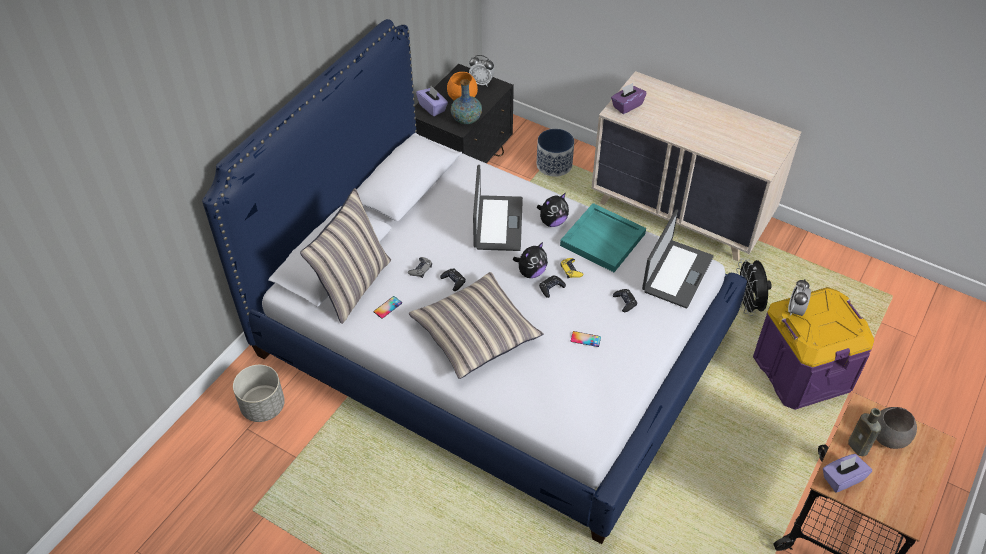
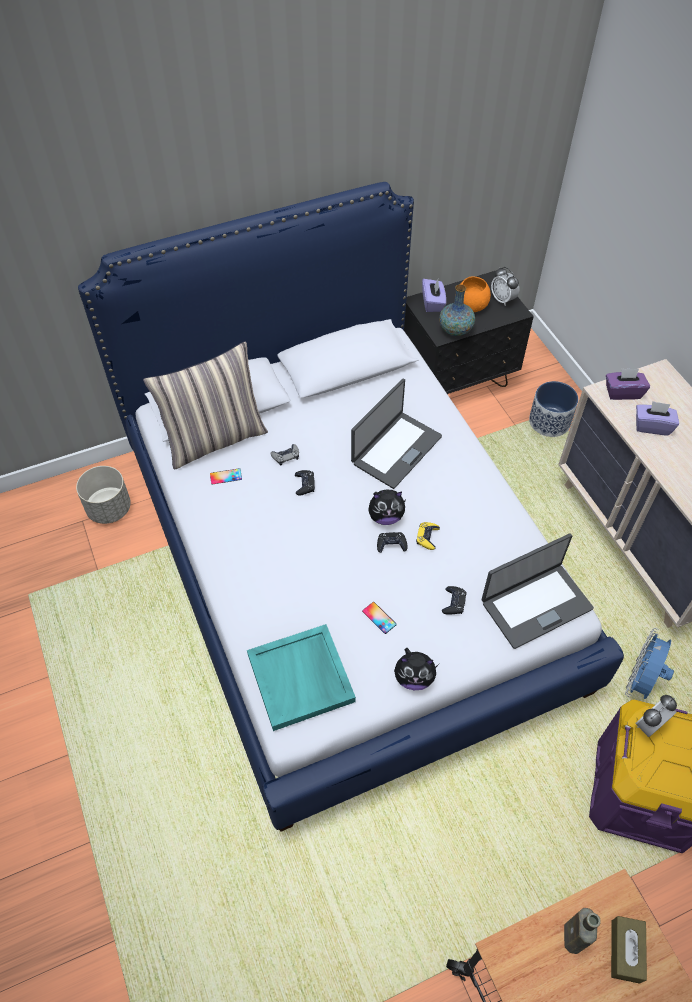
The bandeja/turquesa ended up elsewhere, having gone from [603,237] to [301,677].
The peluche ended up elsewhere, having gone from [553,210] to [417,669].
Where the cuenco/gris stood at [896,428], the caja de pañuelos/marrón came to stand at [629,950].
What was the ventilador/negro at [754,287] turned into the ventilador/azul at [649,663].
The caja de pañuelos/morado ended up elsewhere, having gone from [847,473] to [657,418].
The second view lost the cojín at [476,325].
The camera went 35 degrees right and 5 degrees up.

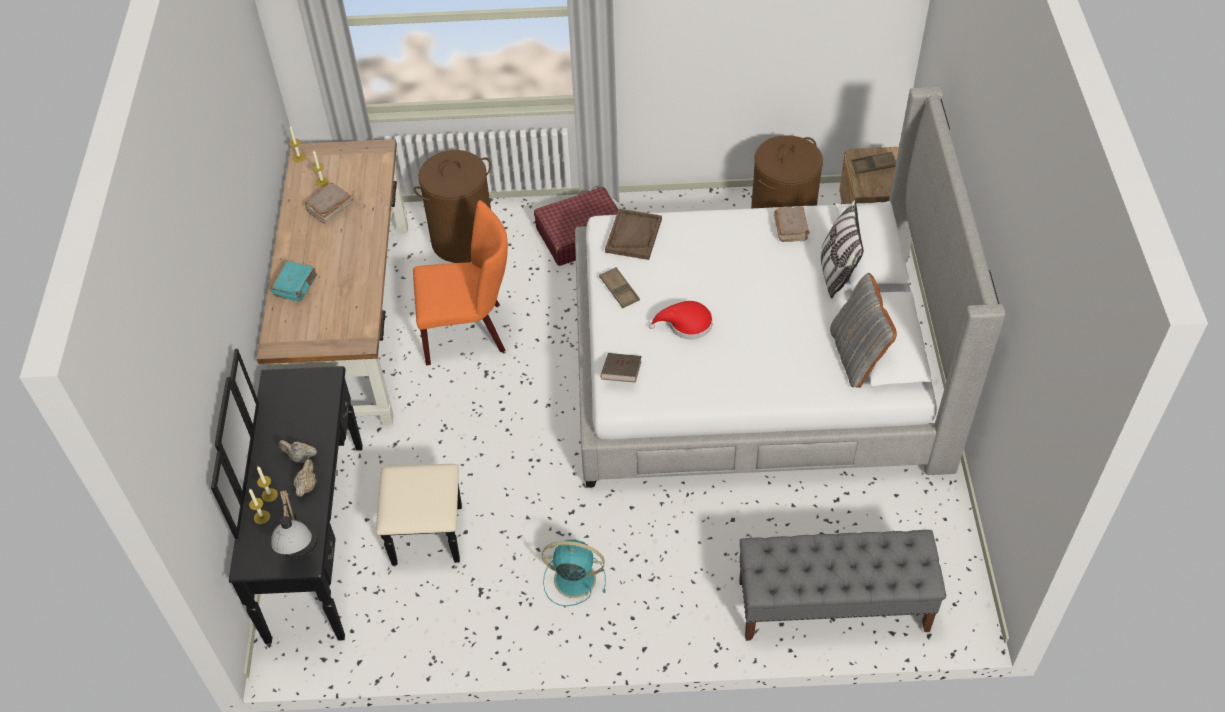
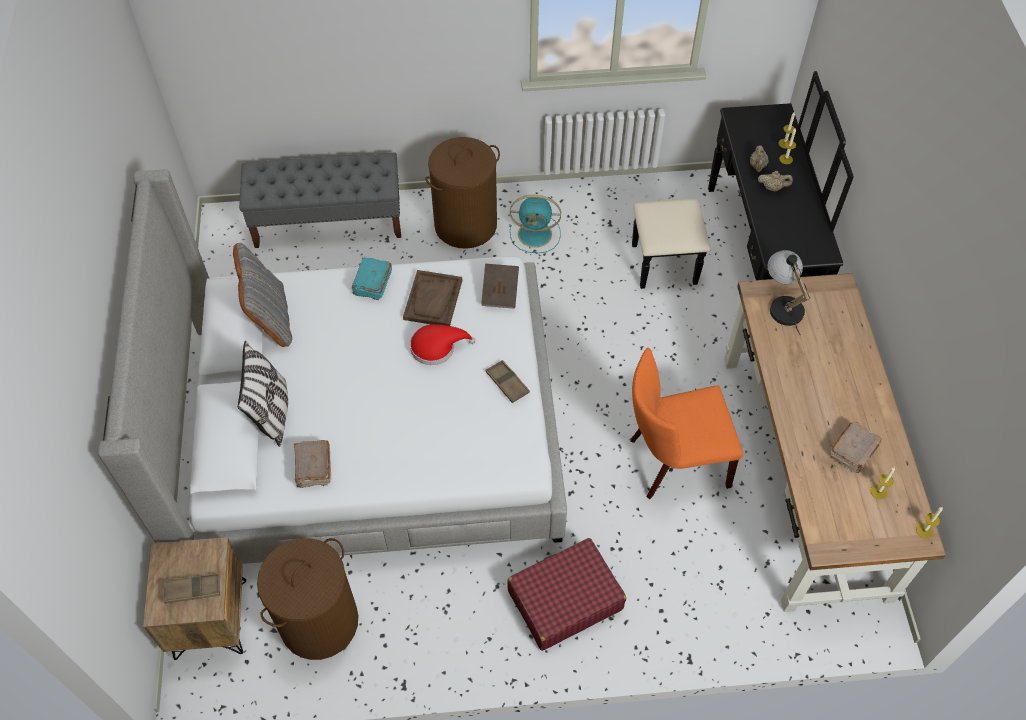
The libro/turquesa ended up elsewhere, having gone from [294,281] to [372,278].
The bandeja/marrón ended up elsewhere, having gone from [633,234] to [432,298].
The cesto de la ropa/marrón ended up elsewhere, having gone from [452,206] to [462,193].
The lámpara de mesa ended up elsewhere, having gone from [294,524] to [789,292].
The camera went 175 degrees right and 5 degrees up.

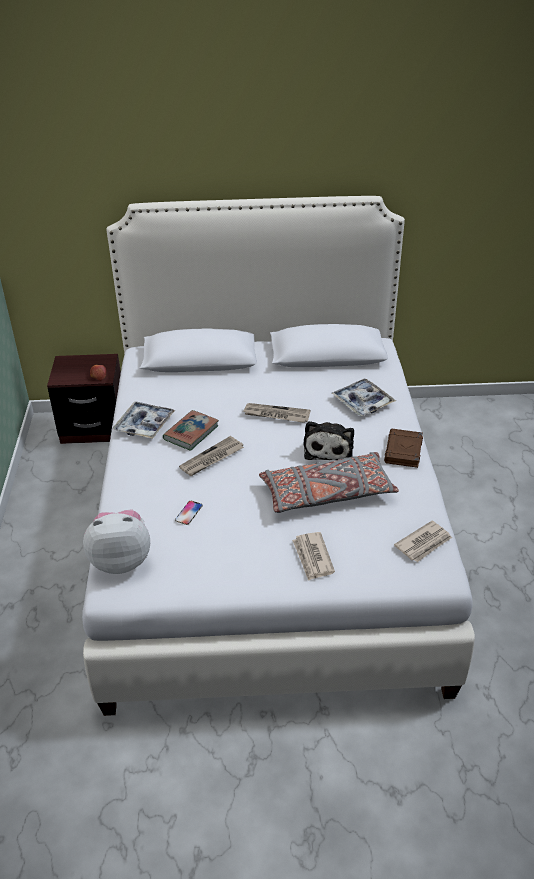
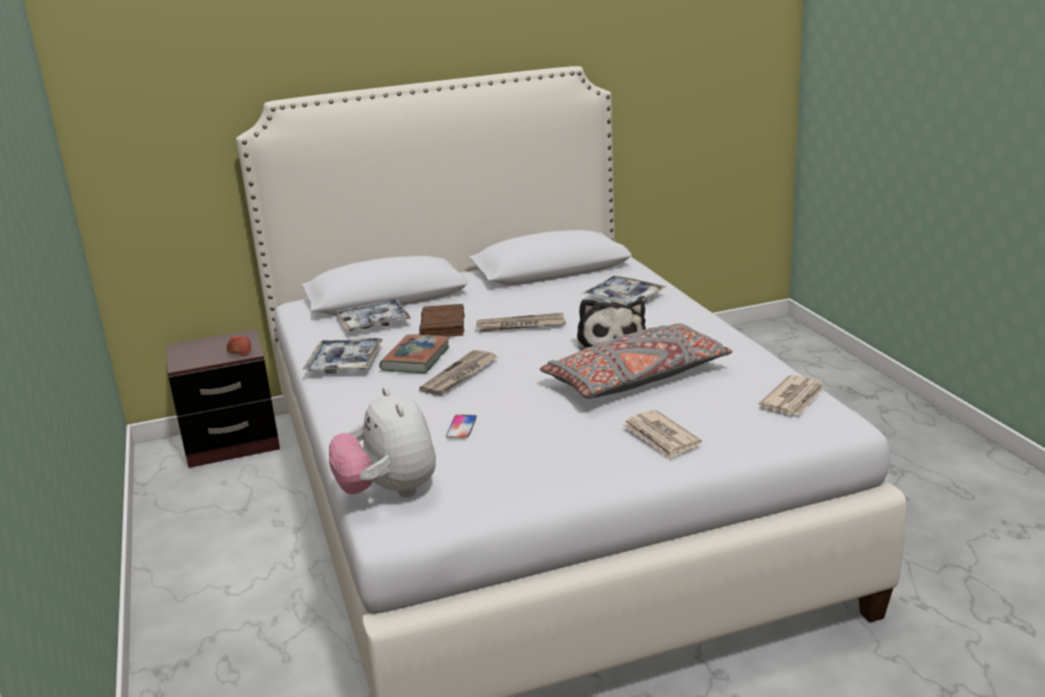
The peluche at [116,541] ended up facing another way, 90 degrees counterclockwise from before.
The second view gained the bandeja at [373,315].
The libro/marrón ended up elsewhere, having gone from [403,448] to [441,320].
The camera went 15 degrees left and 15 degrees down.

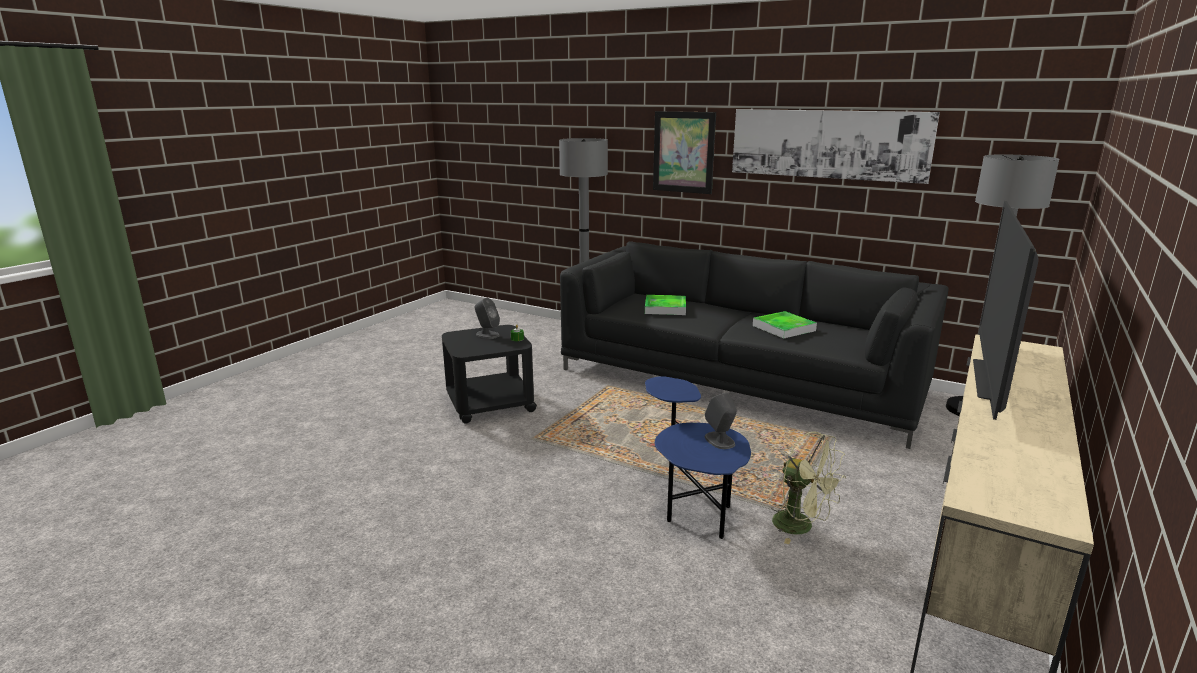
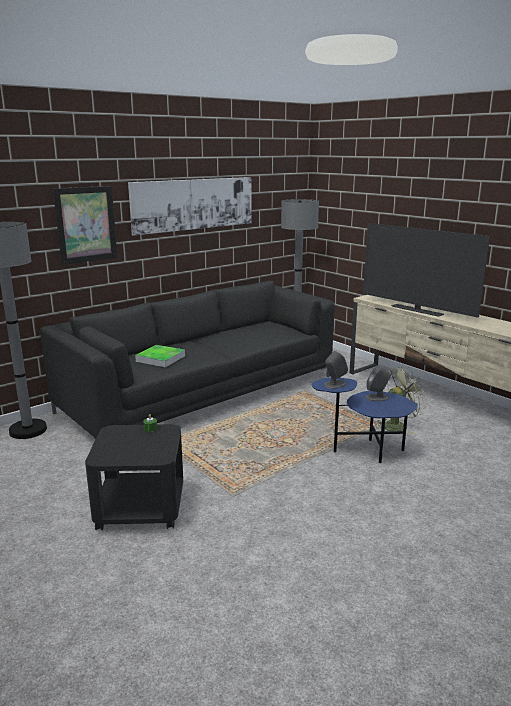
The altavoz/gris ended up elsewhere, having gone from [487,318] to [336,370].
The second view lost the bandeja at [785,325].
The camera went 70 degrees left and 0 degrees up.

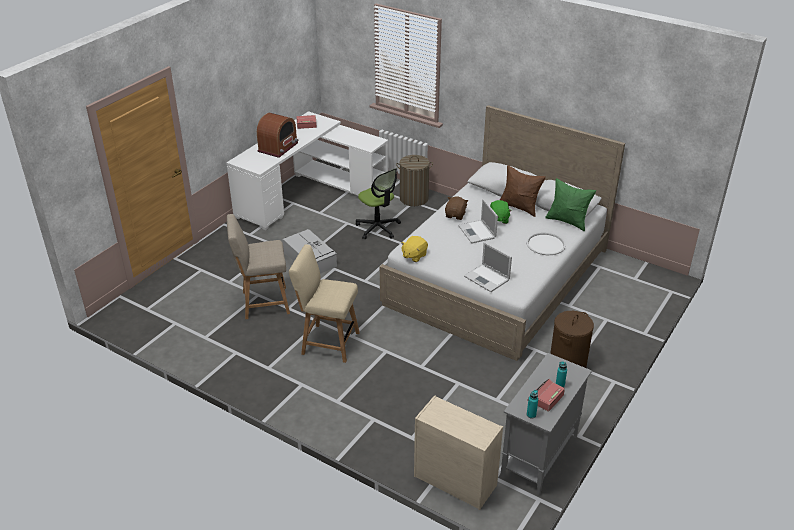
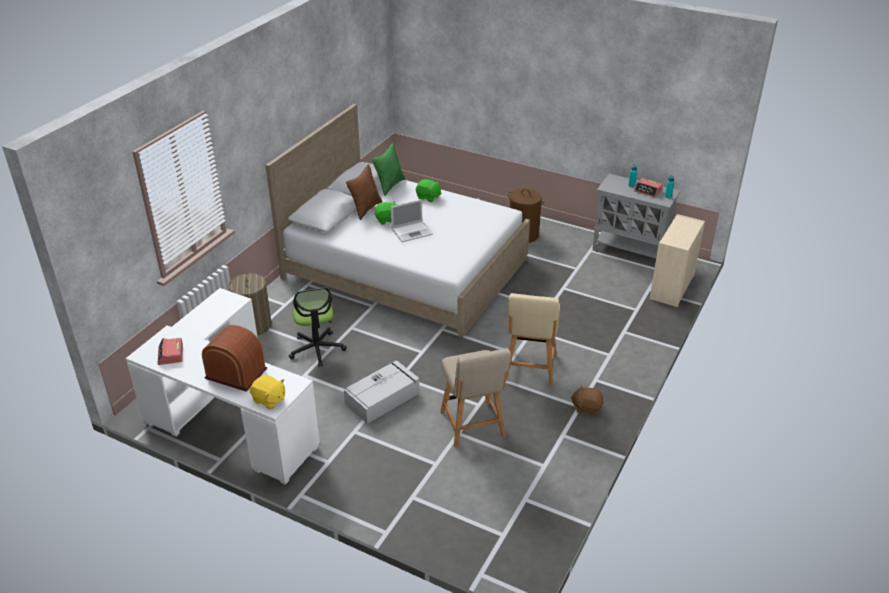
The peluche/amarillo ended up elsewhere, having gone from [414,249] to [267,392].
The silla de oficina at [378,203] ended up facing another way, 120 degrees clockwise from before.
Where the bandeja/blanco stood at [546,243], the peluche/verde came to stand at [428,190].
The peluche/marrón ended up elsewhere, having gone from [456,208] to [587,400].
The second view lost the portátil at [488,267].
The camera went 95 degrees left and 0 degrees up.

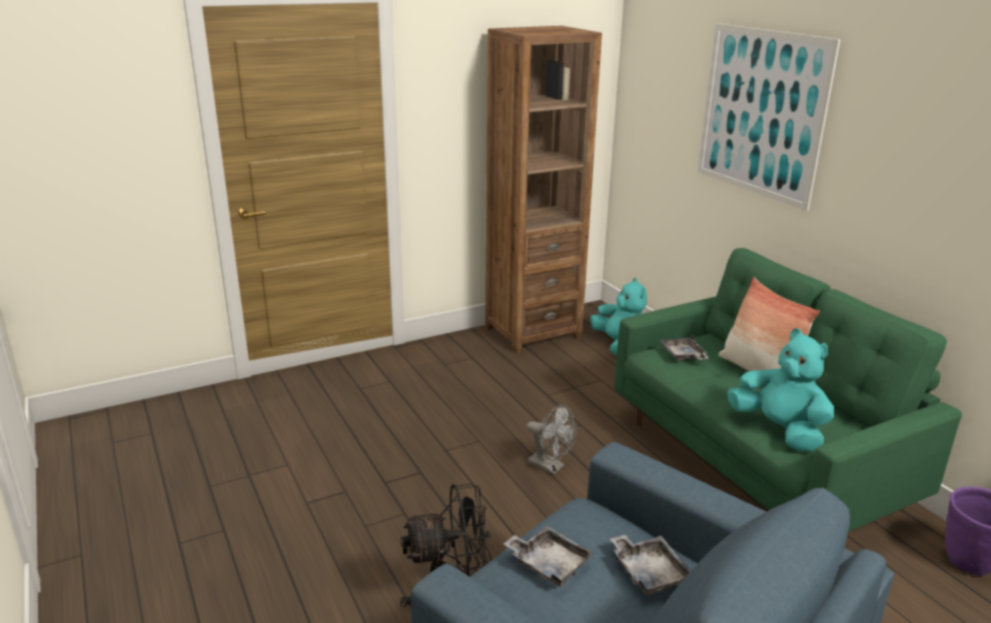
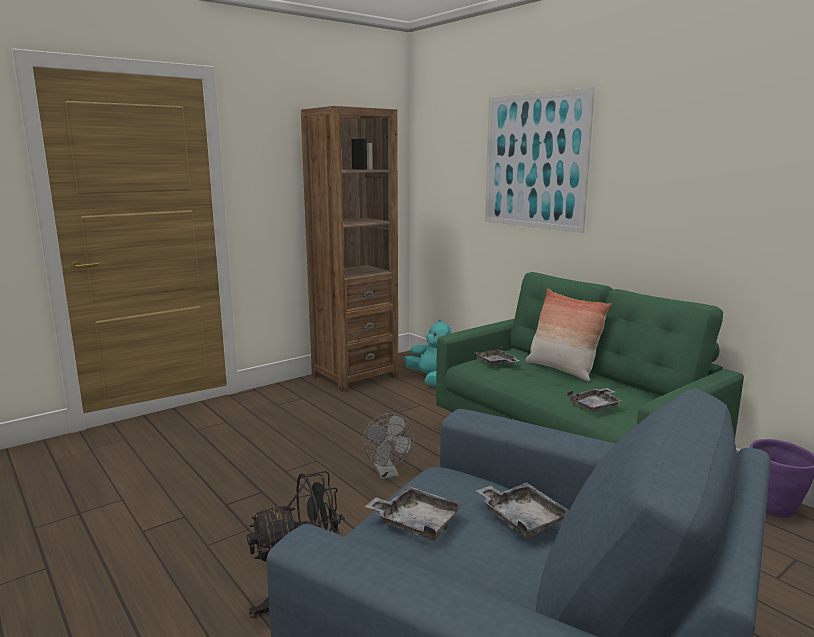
The ventilador/gris at [551,440] ended up facing another way, 45 degrees clockwise from before.
Where the peluche/turquesa stood at [780,389], the bandeja/gris came to stand at [595,400].
The camera went 10 degrees left and 10 degrees down.

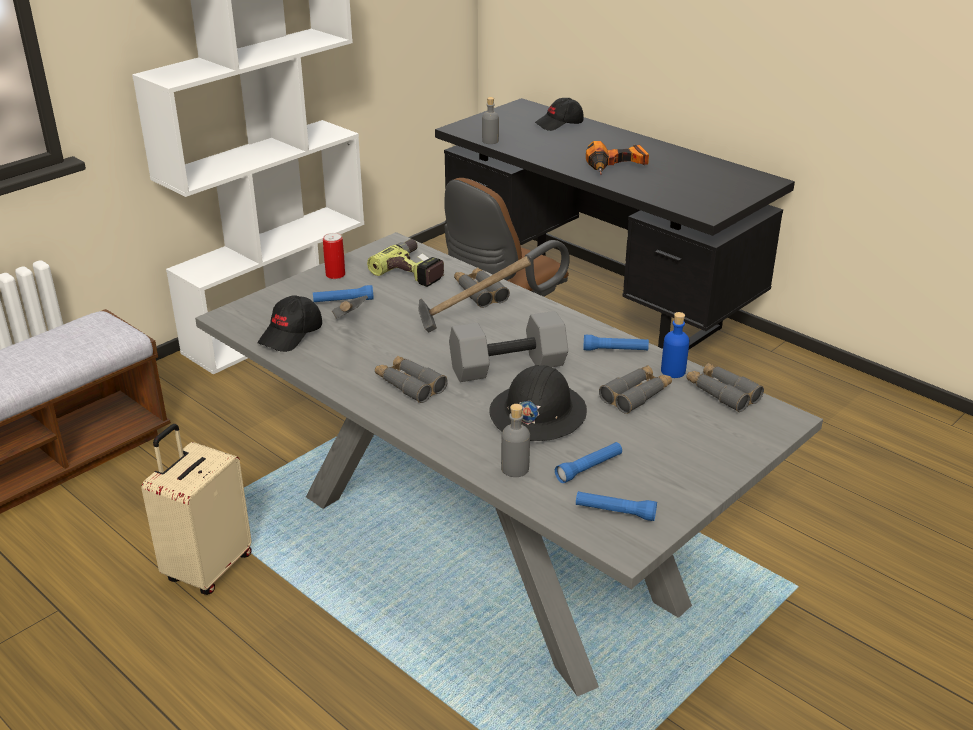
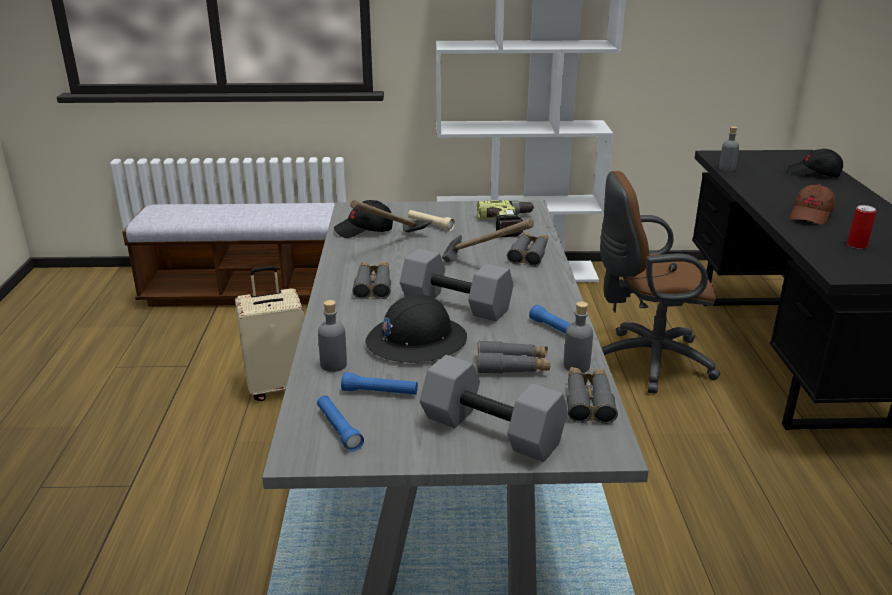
What was the linterna/azul at [343,294] turned into the linterna/beis at [431,220].
The second view gained the mancuerna/gris at [494,408].
What was the botella/azul at [675,345] turned into the botella/gris at [578,337].
Where the taladro stood at [617,158], the gorra/marrón came to stand at [812,204].
The lata ended up elsewhere, having gone from [334,256] to [861,227].
The camera went 45 degrees right and 5 degrees down.

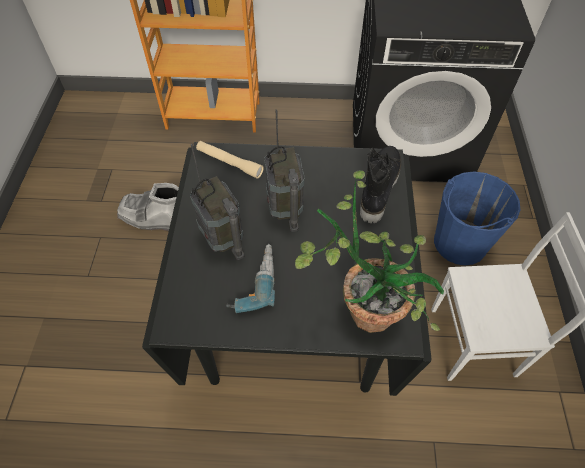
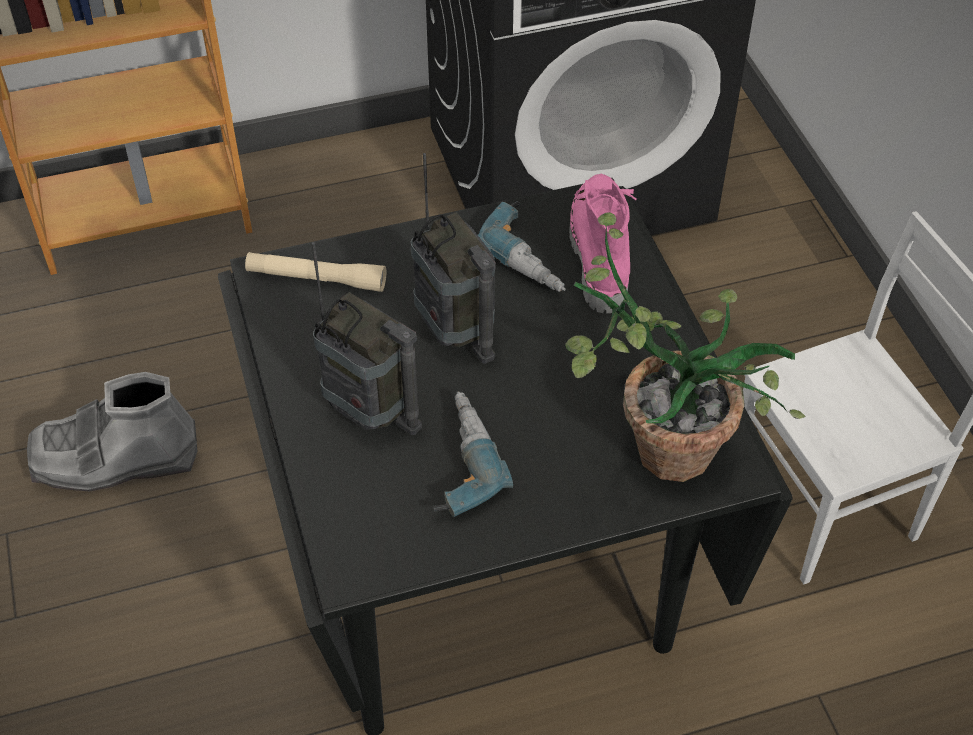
The second view gained the taladro at [522,246].
What was the bota/negro at [380,184] turned into the bota/rosa at [602,243].
The second view lost the cubo/azul at [477,218].
The camera went 20 degrees left and 5 degrees down.

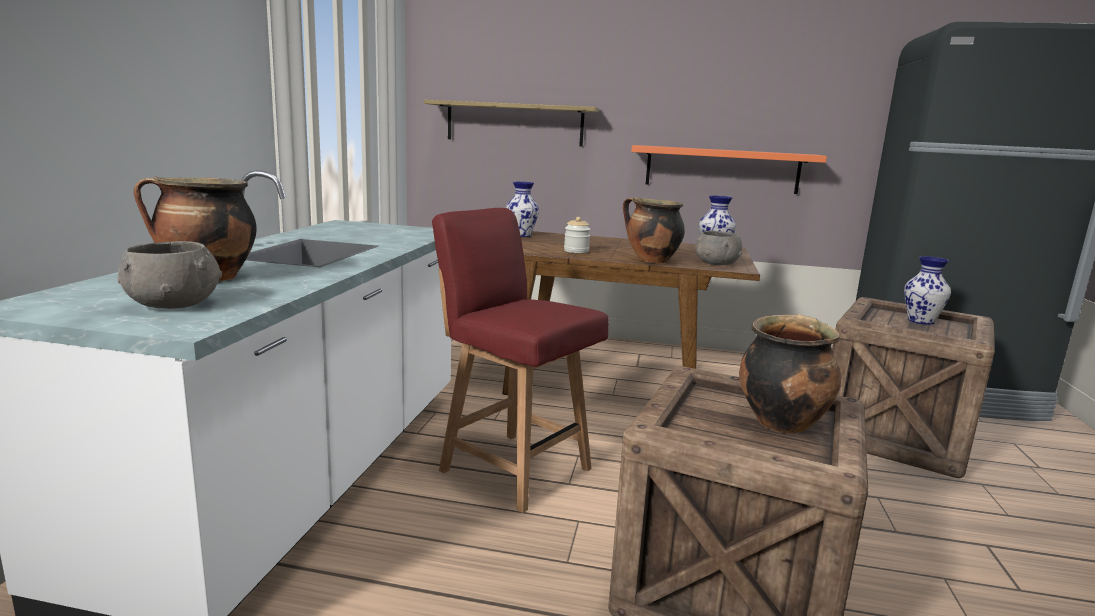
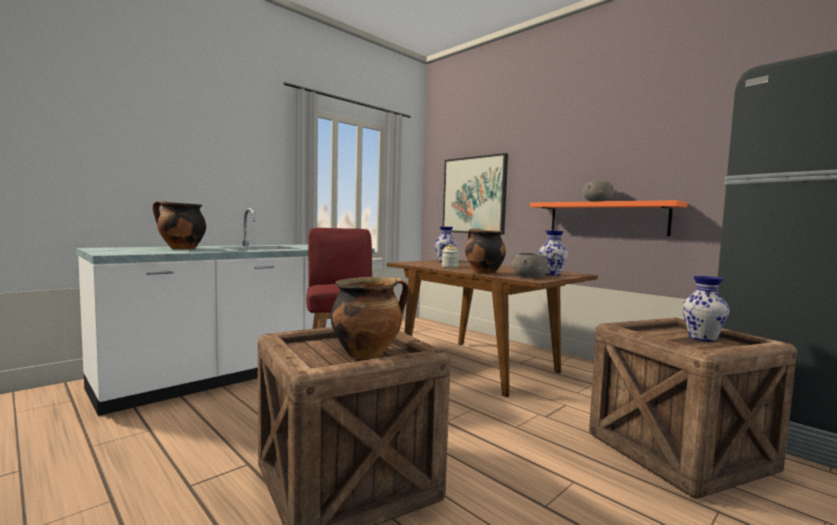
Where the estante hung at [511,123], the cuadro came to hang at [475,194].
The cuenco/gris ended up elsewhere, having gone from [169,275] to [598,191].
The camera went 35 degrees right and 10 degrees down.

